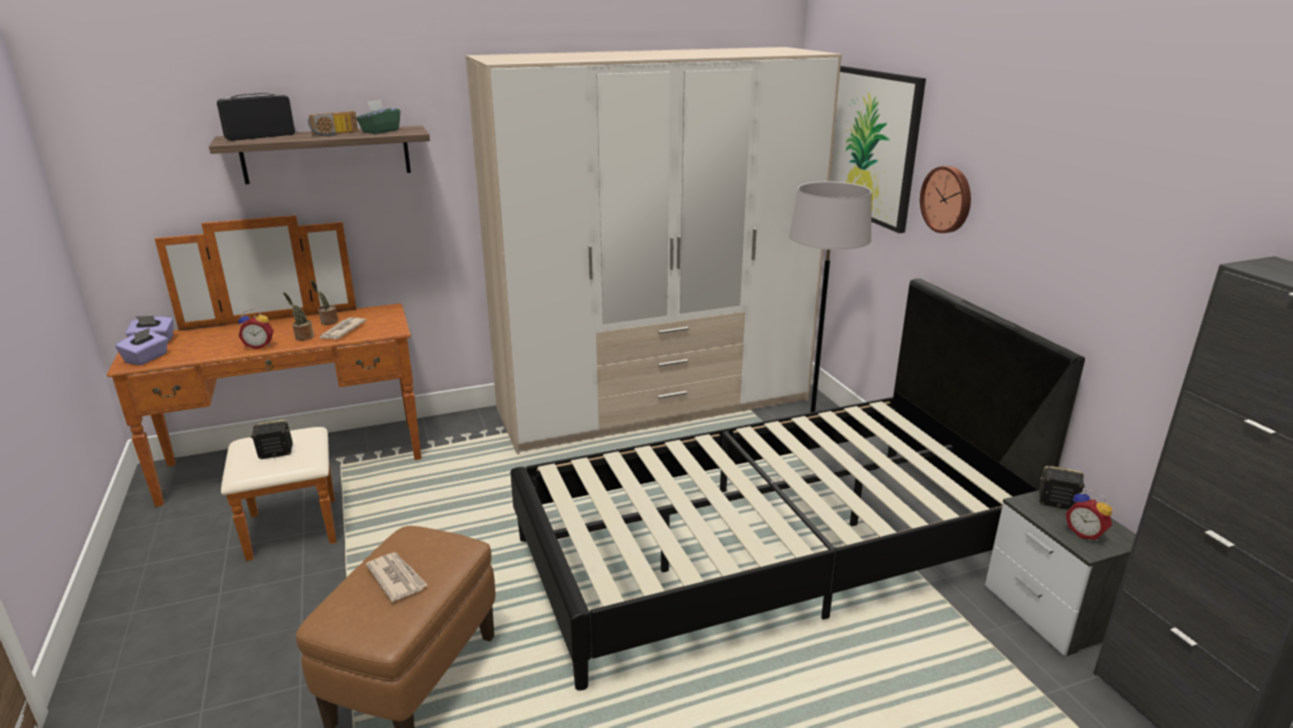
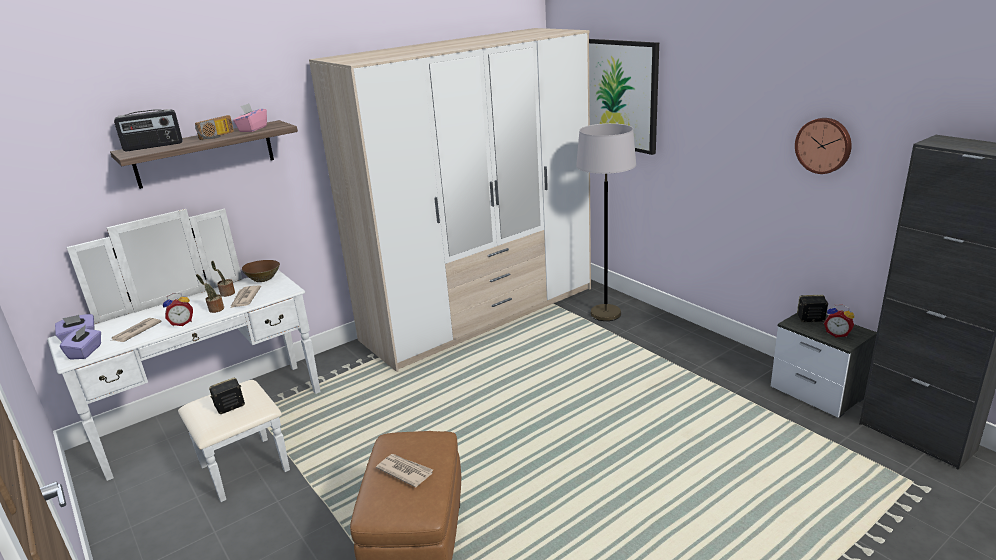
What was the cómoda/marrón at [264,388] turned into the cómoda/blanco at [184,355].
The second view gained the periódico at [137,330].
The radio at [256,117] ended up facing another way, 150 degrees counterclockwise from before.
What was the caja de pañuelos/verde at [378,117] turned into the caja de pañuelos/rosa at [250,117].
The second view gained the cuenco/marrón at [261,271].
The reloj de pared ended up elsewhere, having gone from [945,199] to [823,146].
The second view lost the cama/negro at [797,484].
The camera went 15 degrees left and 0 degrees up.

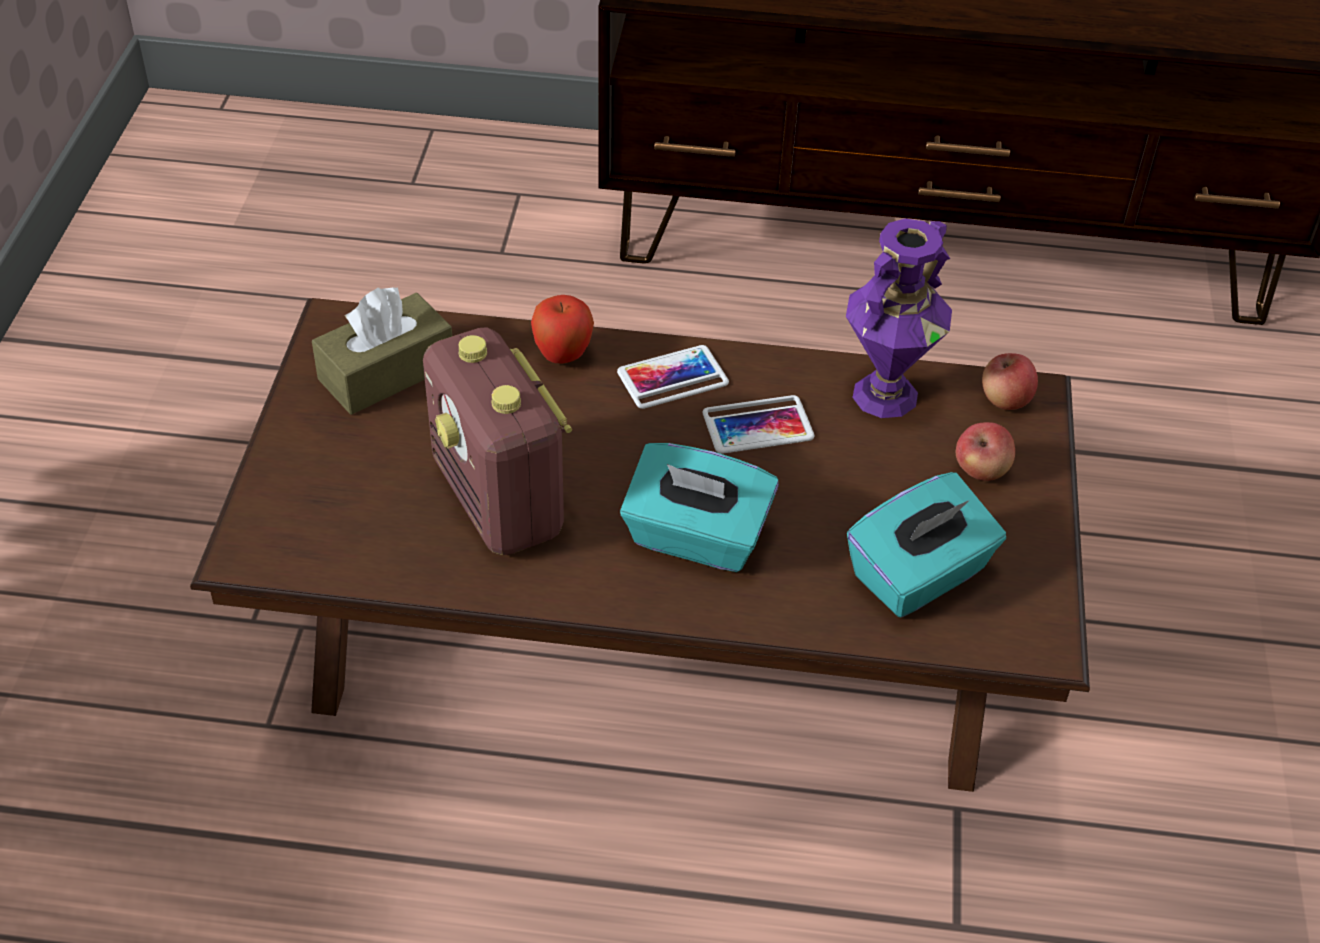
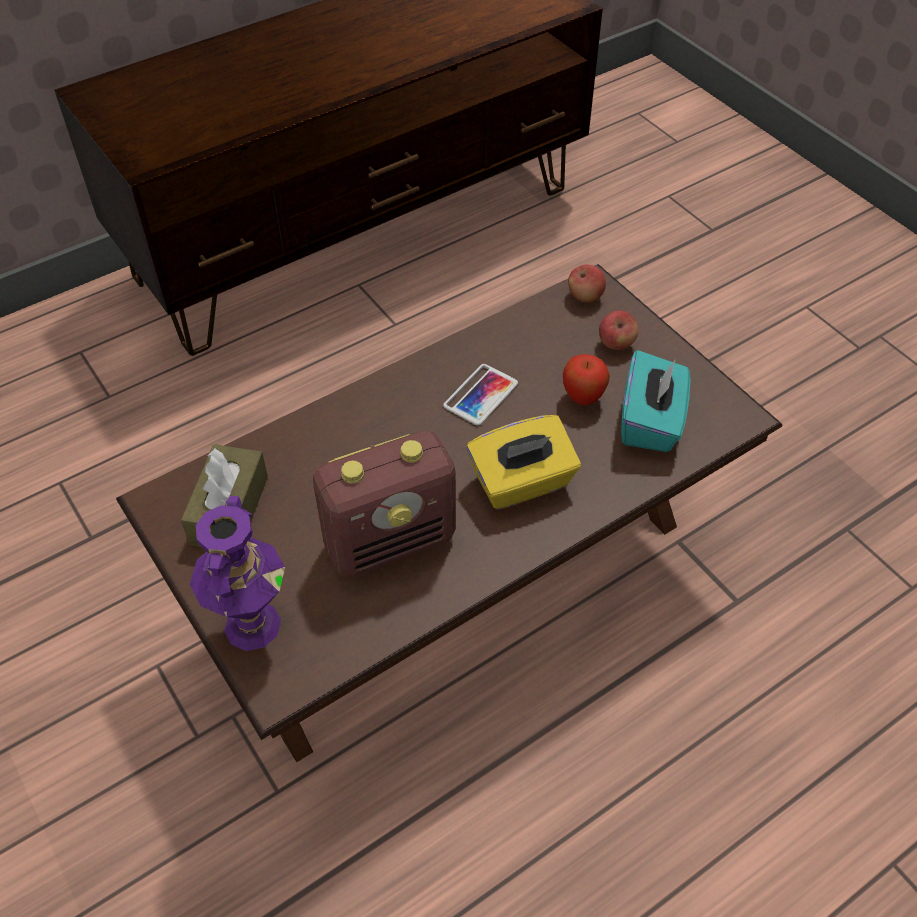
The florero/morado ended up elsewhere, having gone from [899,318] to [237,573].
The radio at [497,441] ended up facing another way, 45 degrees counterclockwise from before.
What was the caja de pañuelos/turquesa at [699,507] turned into the caja de pañuelos/amarillo at [523,462].
The manzana ended up elsewhere, having gone from [562,329] to [586,379].
The second view lost the móvil at [673,377].
The camera went 40 degrees left and 5 degrees up.

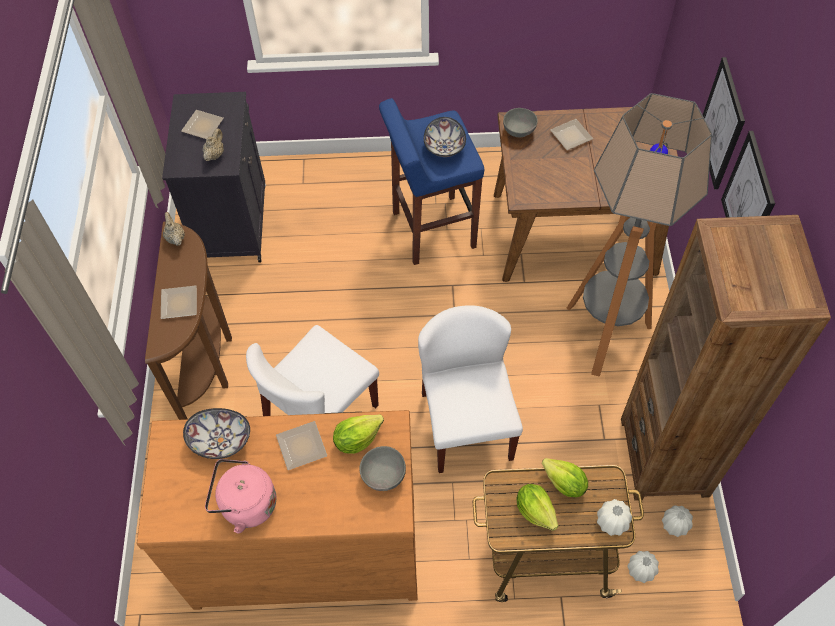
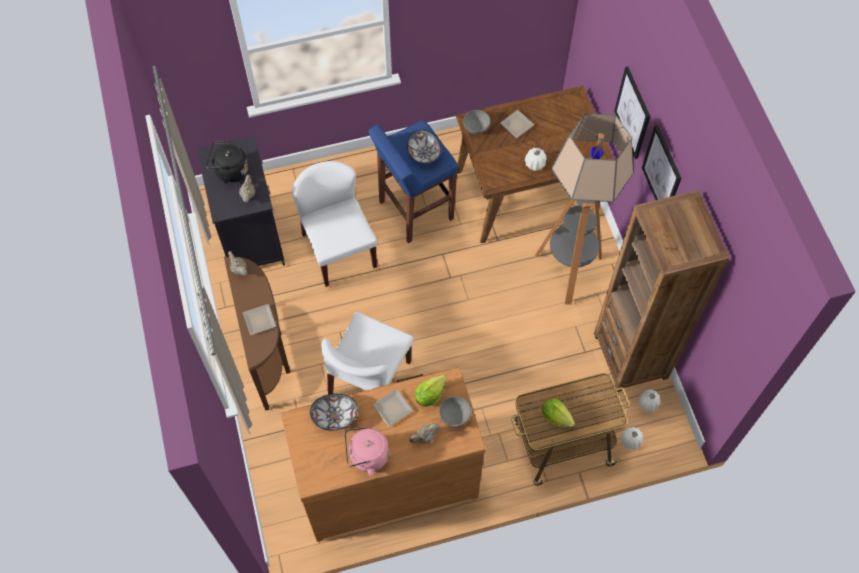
Where the plato stood at [202,124], the hervidor/negro came to stand at [227,162].
The silla/blanco ended up elsewhere, having gone from [470,389] to [334,224].
The second view gained the tetera/beis at [424,433].
The florero/blanco ended up elsewhere, having gone from [614,517] to [536,159].
The second view lost the lechuga at [565,477].
The camera went 15 degrees left and 5 degrees up.

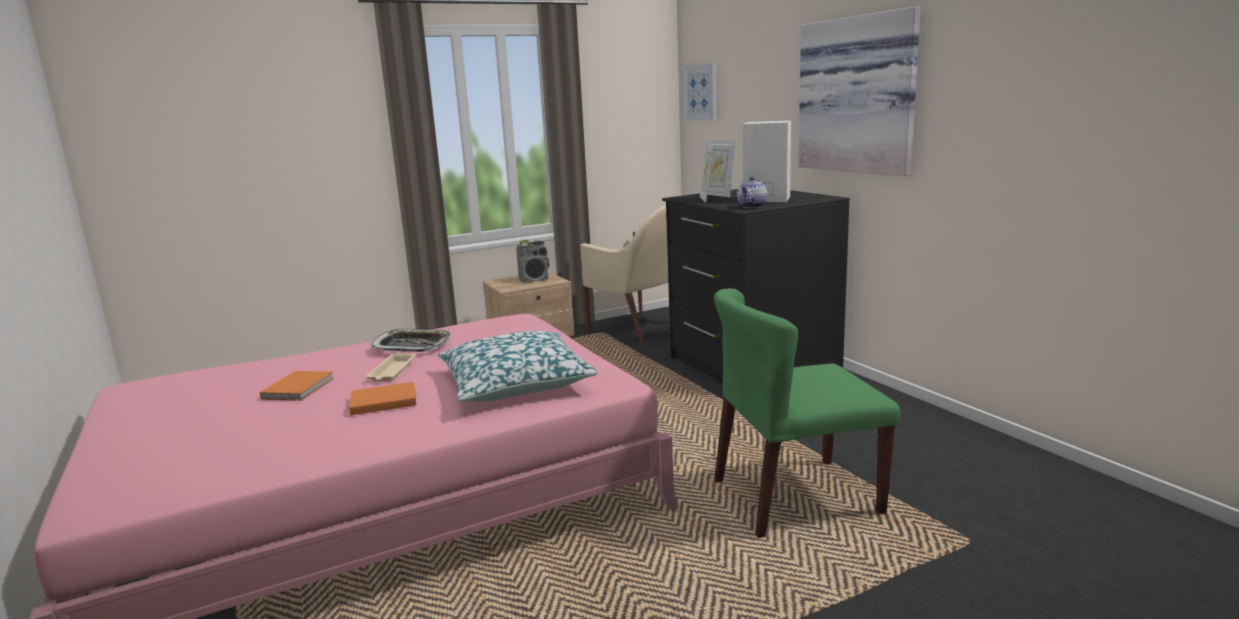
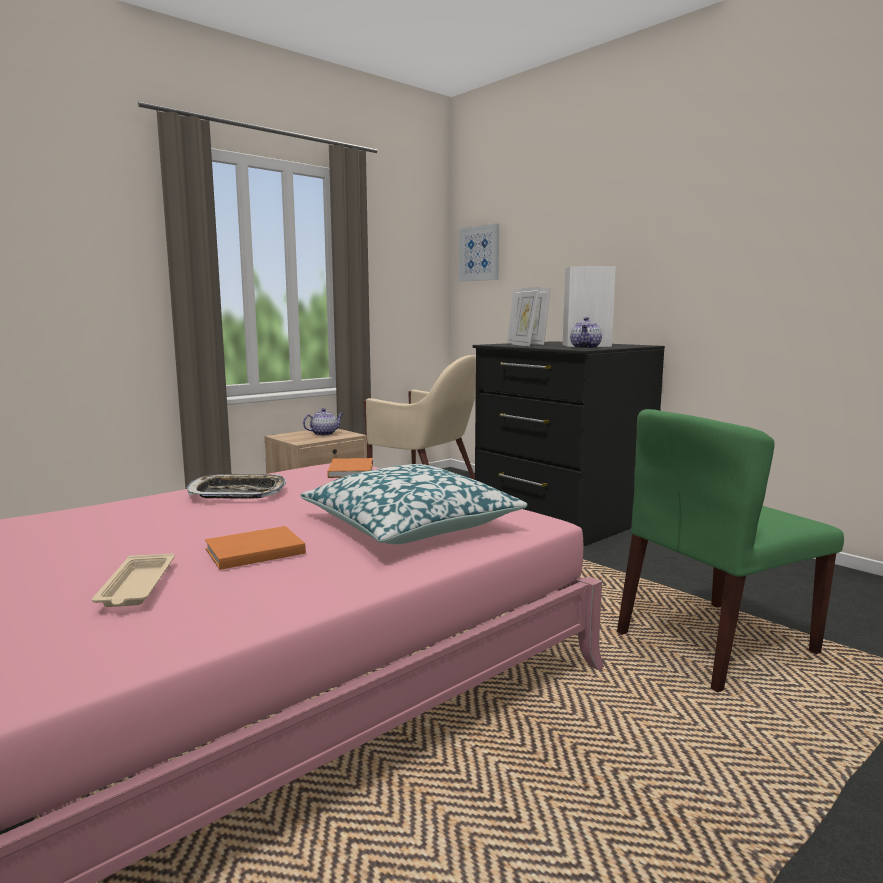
The bandeja/beis ended up elsewhere, having gone from [391,367] to [133,580].
Where the radio stood at [532,261], the tetera came to stand at [323,422].
The libro/naranja ended up elsewhere, having gone from [297,386] to [350,468].
The second view lost the cuadro at [859,91].
The camera went 15 degrees left and 5 degrees down.

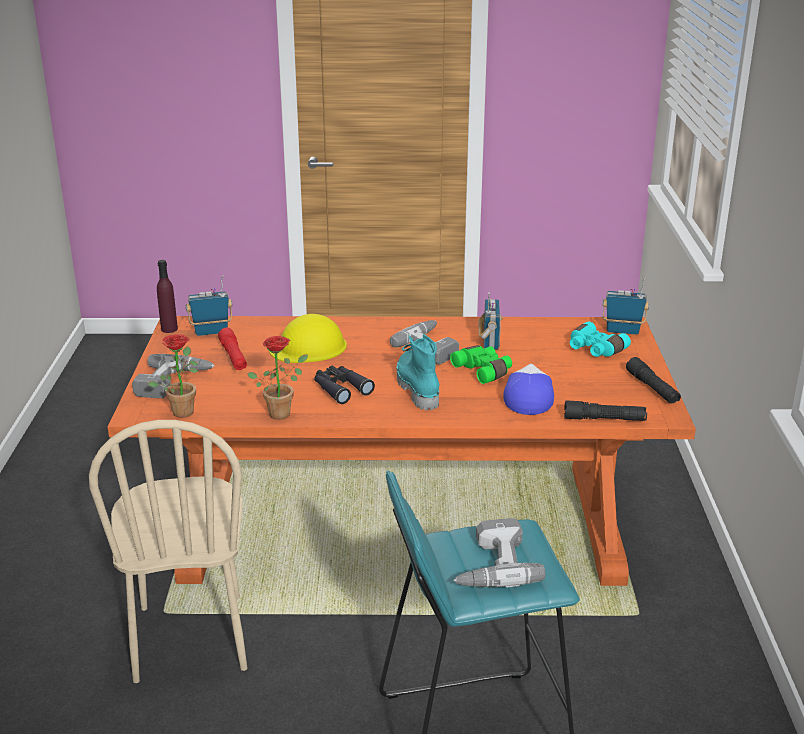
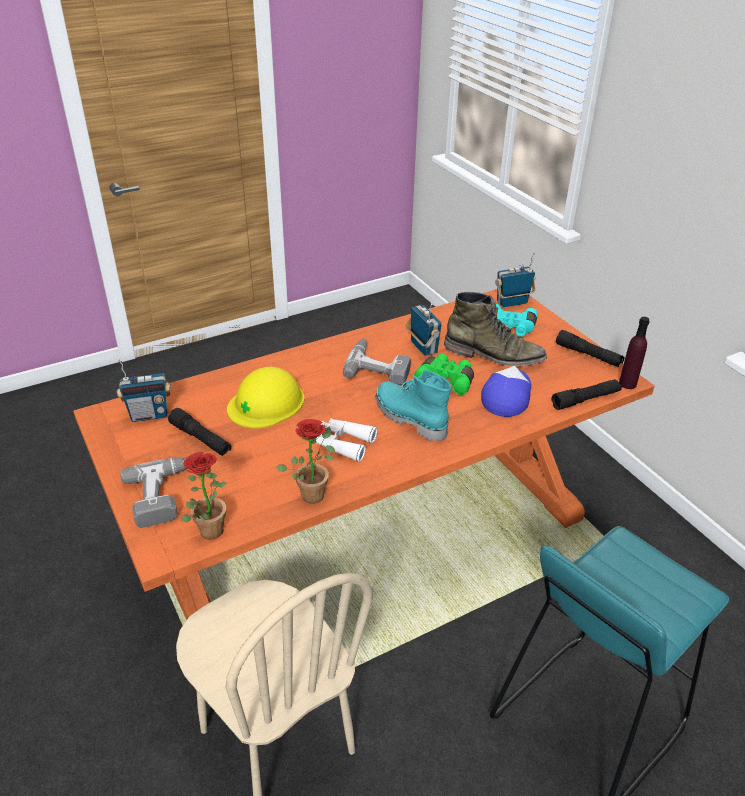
The radio at [208,305] ended up facing another way, 150 degrees counterclockwise from before.
What was the linterna/rojo at [232,349] turned into the linterna/negro at [200,432].
What was the prismáticos/negro at [344,385] turned into the prismáticos/blanco at [347,440].
The second view gained the bota/verde at [495,329].
The gorra at [528,389] ended up facing another way, 45 degrees clockwise from before.
The botella/morado ended up elsewhere, having gone from [167,296] to [634,353].
The second view lost the taladro at [499,552].
The camera went 30 degrees left and 10 degrees up.

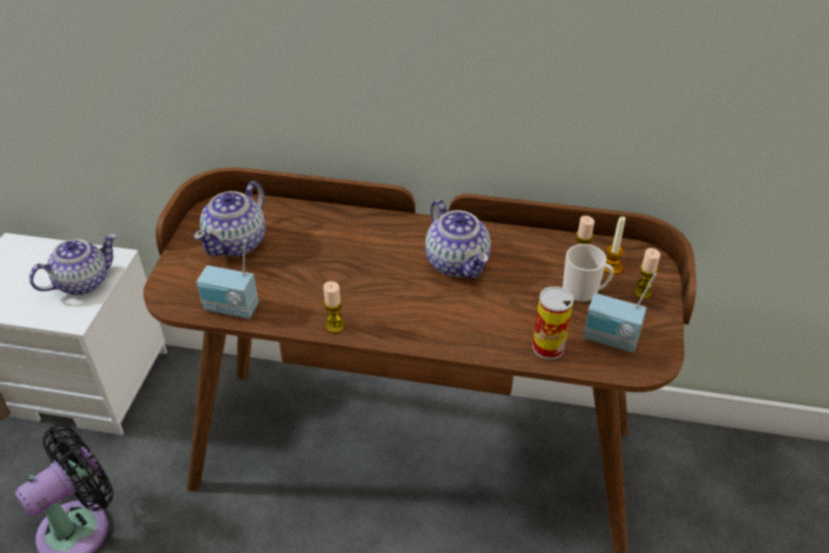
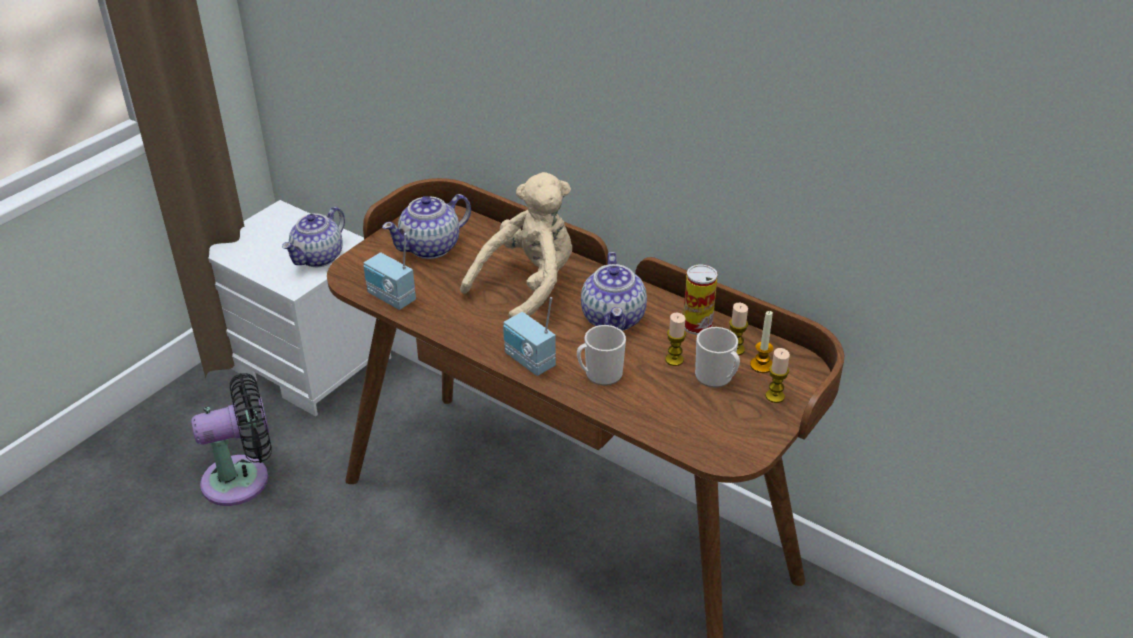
The tetera at [73,264] ended up facing another way, 135 degrees clockwise from before.
The second view gained the peluche/beis at [516,245].
The radio ended up elsewhere, having gone from [620,313] to [529,336].
The second view gained the taza grande at [601,355].
The vela ended up elsewhere, having gone from [333,307] to [675,339].
The lata ended up elsewhere, having gone from [553,323] to [700,300].
The camera went 25 degrees right and 5 degrees down.

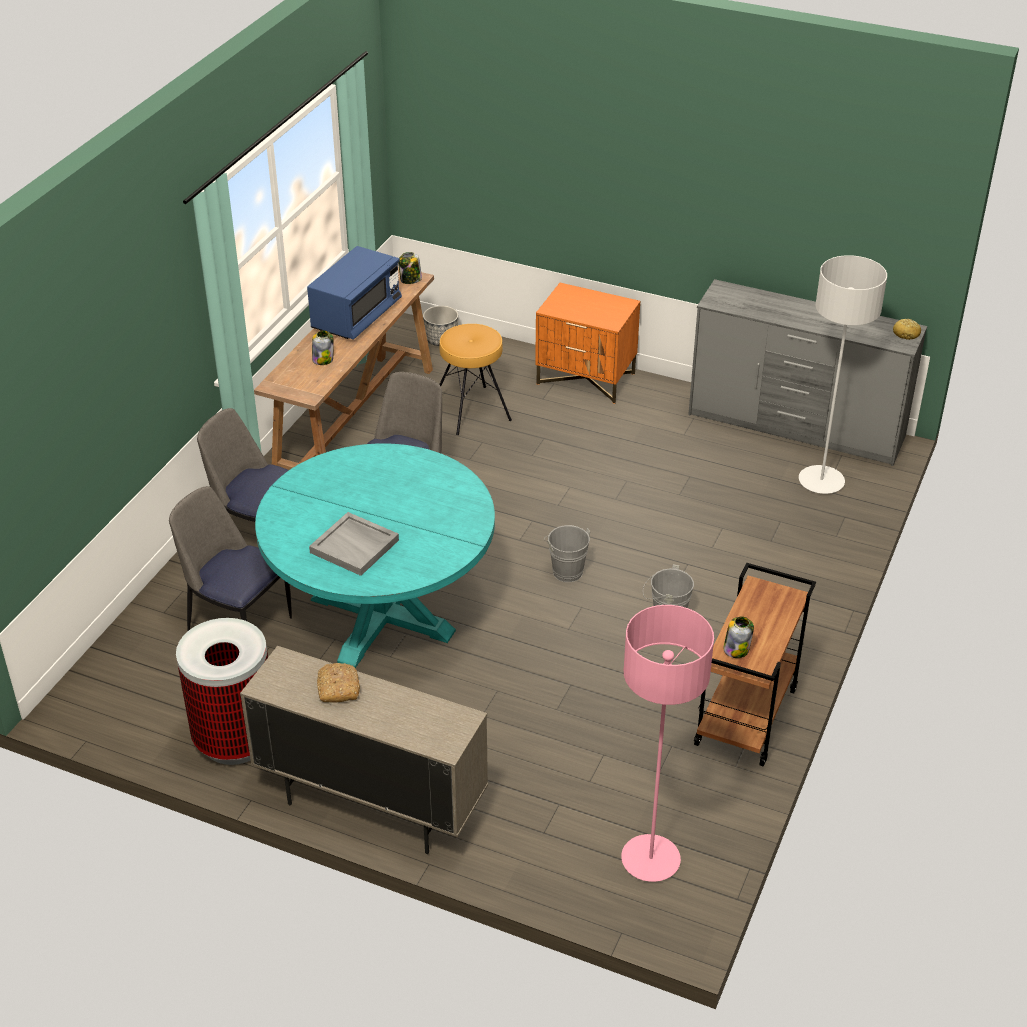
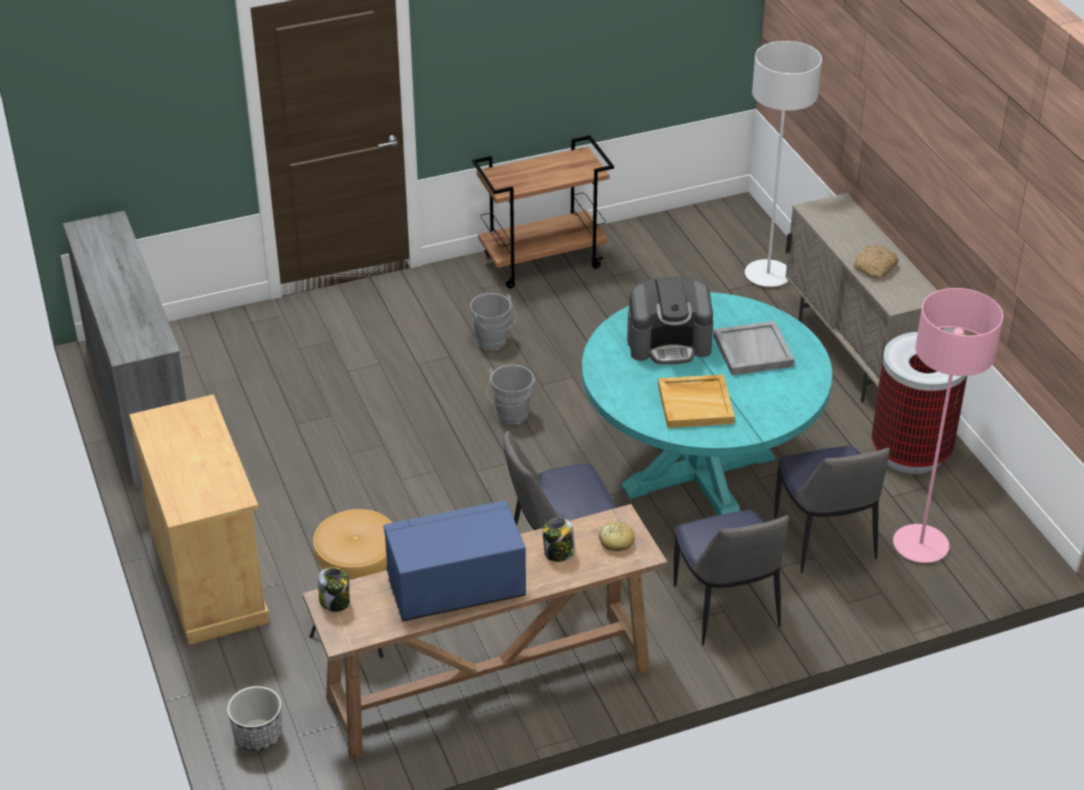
Where the mesita de noche/naranja stood at [587,343], the armario/beis came to stand at [199,519].
The pan ended up elsewhere, having gone from [907,329] to [617,536].
The second view gained the cafetera at [670,321].
The second view gained the bandeja/beis at [696,401].
The lámpara de pie/gris ended up elsewhere, having gone from [843,374] to [783,164].
The lámpara de pie/rosa ended up elsewhere, having gone from [667,743] to [948,425].
The second view lost the tarro at [738,637].
The camera went 135 degrees left and 0 degrees up.

